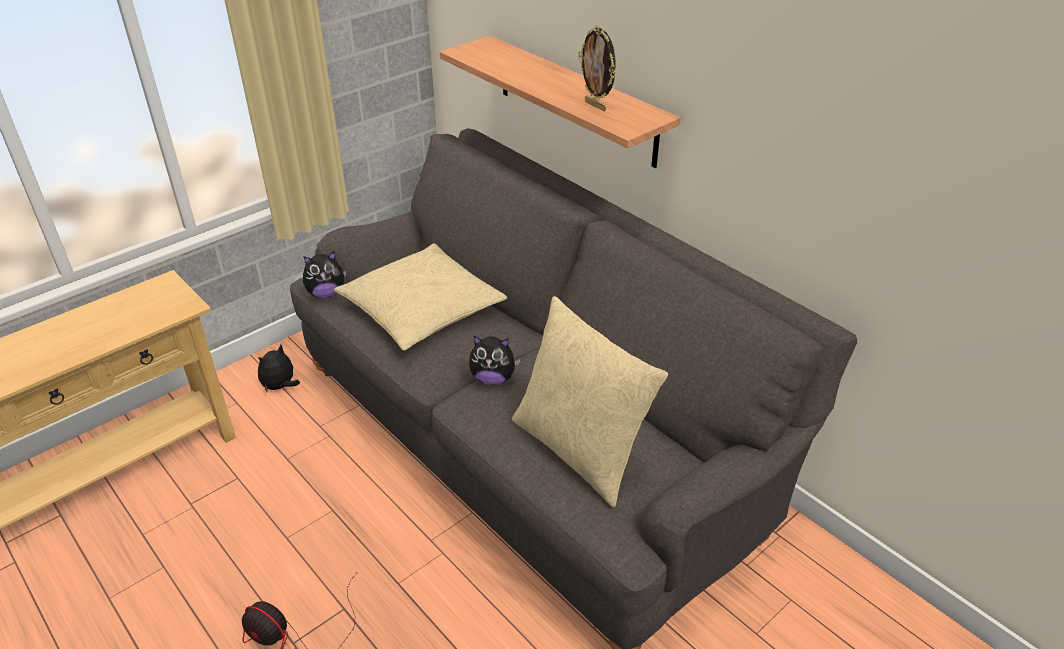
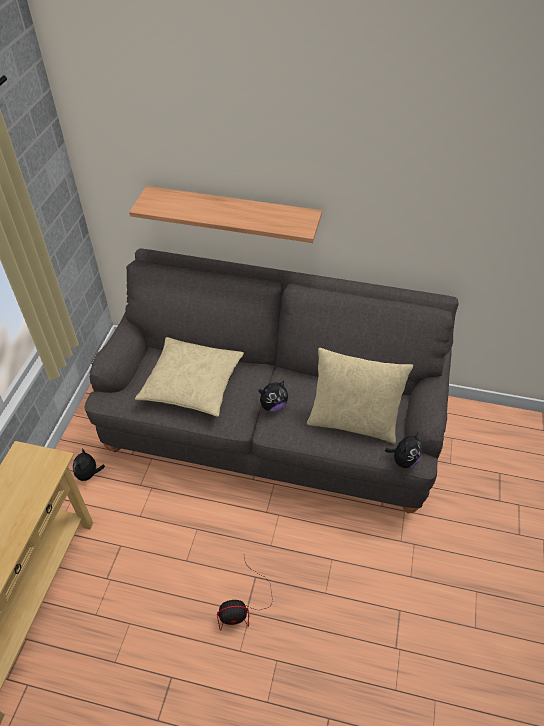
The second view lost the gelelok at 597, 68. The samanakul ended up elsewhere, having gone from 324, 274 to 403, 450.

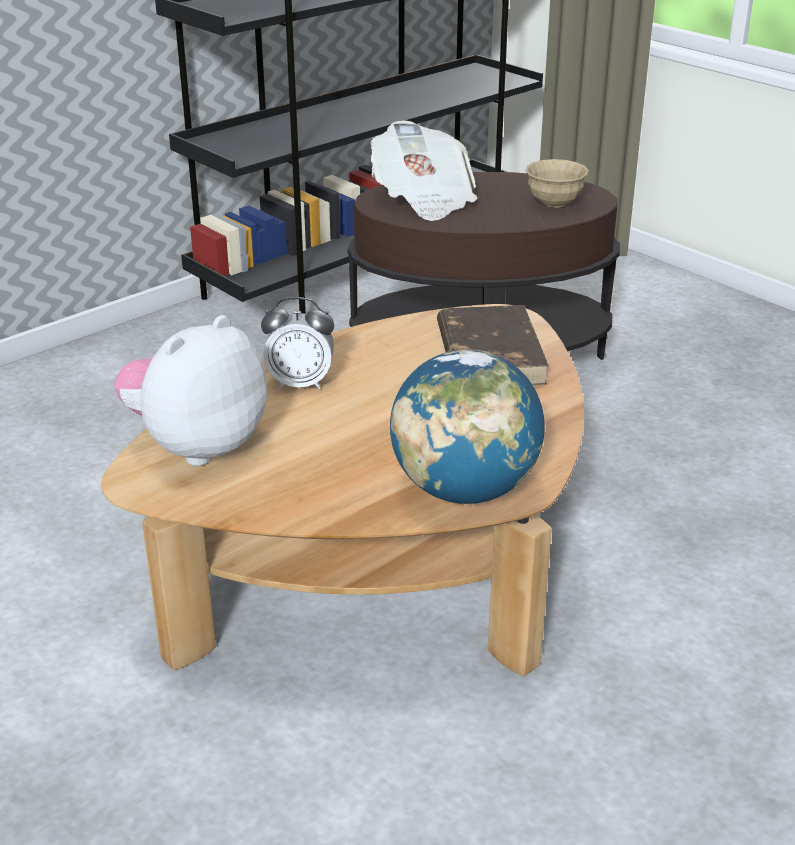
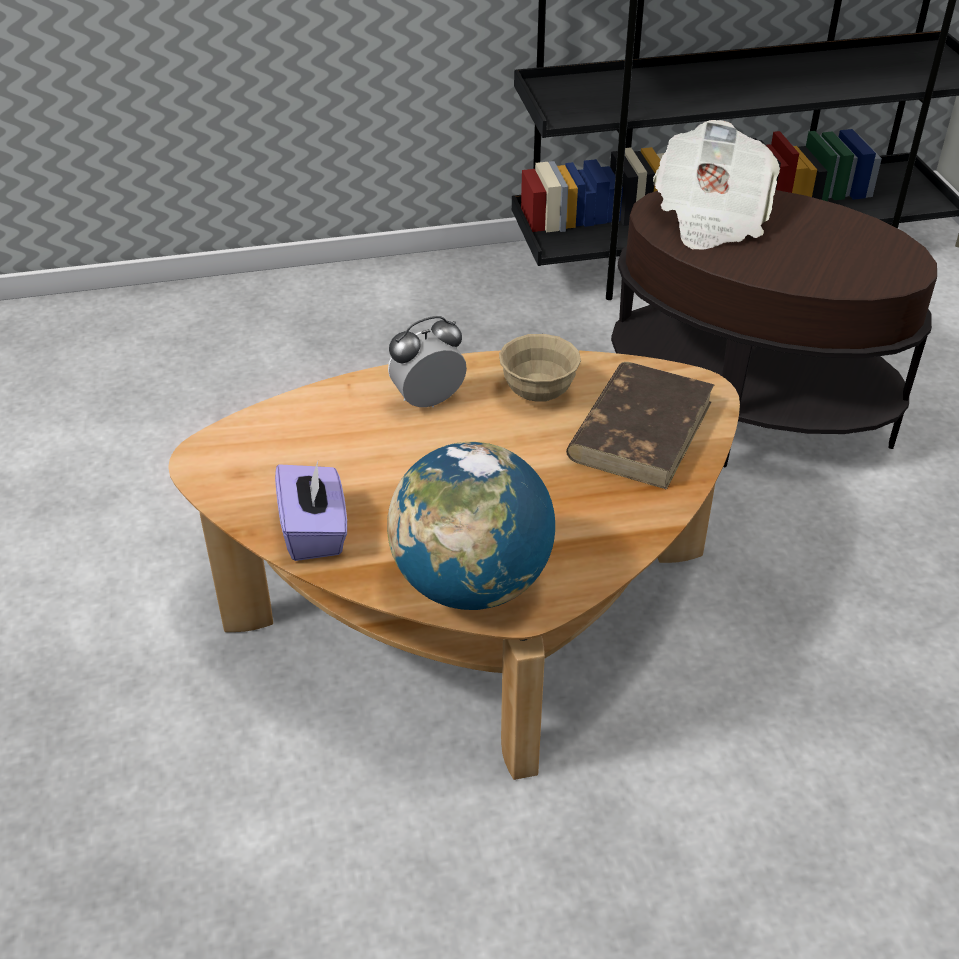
The second view lost the samanakul at 190, 390. The second view gained the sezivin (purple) at 311, 511. The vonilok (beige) ended up elsewhere, having gone from 557, 183 to 540, 368. The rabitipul at 297, 343 ended up facing another way, 120 degrees clockwise from before.

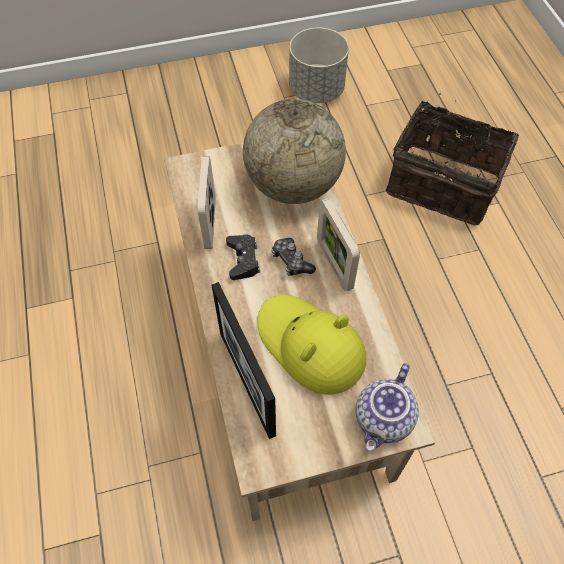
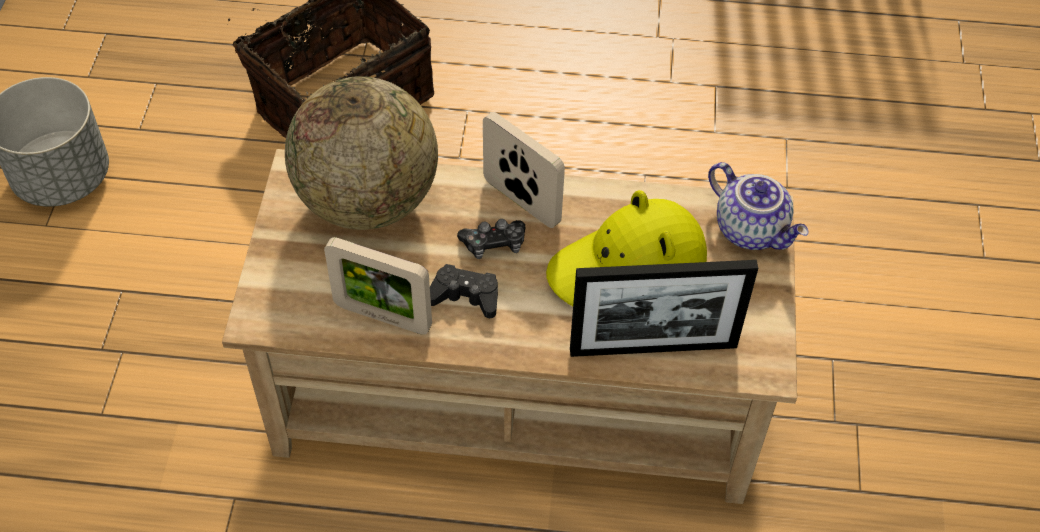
The gelelok at 338, 244 ended up facing another way, 135 degrees counterclockwise from before.

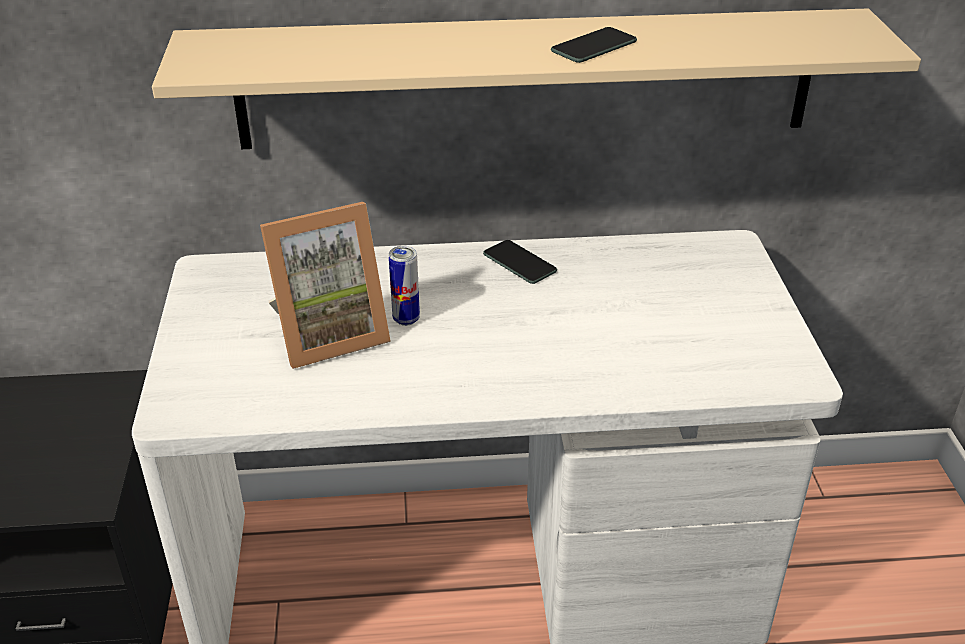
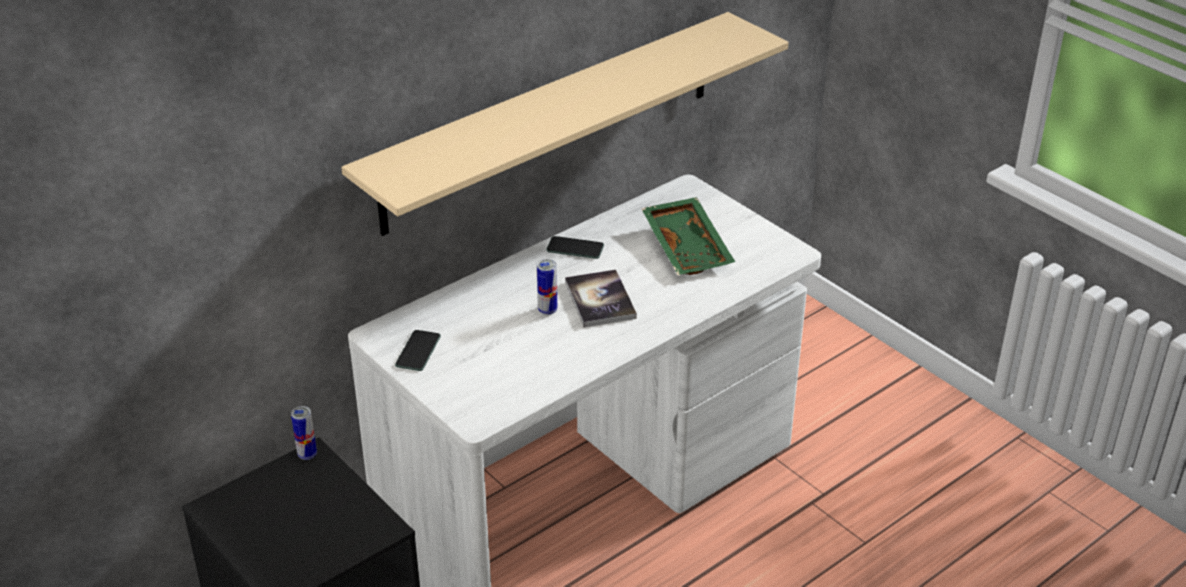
The second view lost the gelelok at 325, 285. The second view gained the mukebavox at 304, 433. The second view gained the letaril at 601, 298. The second view gained the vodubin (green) at 688, 236. The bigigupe ended up elsewhere, having gone from 594, 45 to 418, 350.

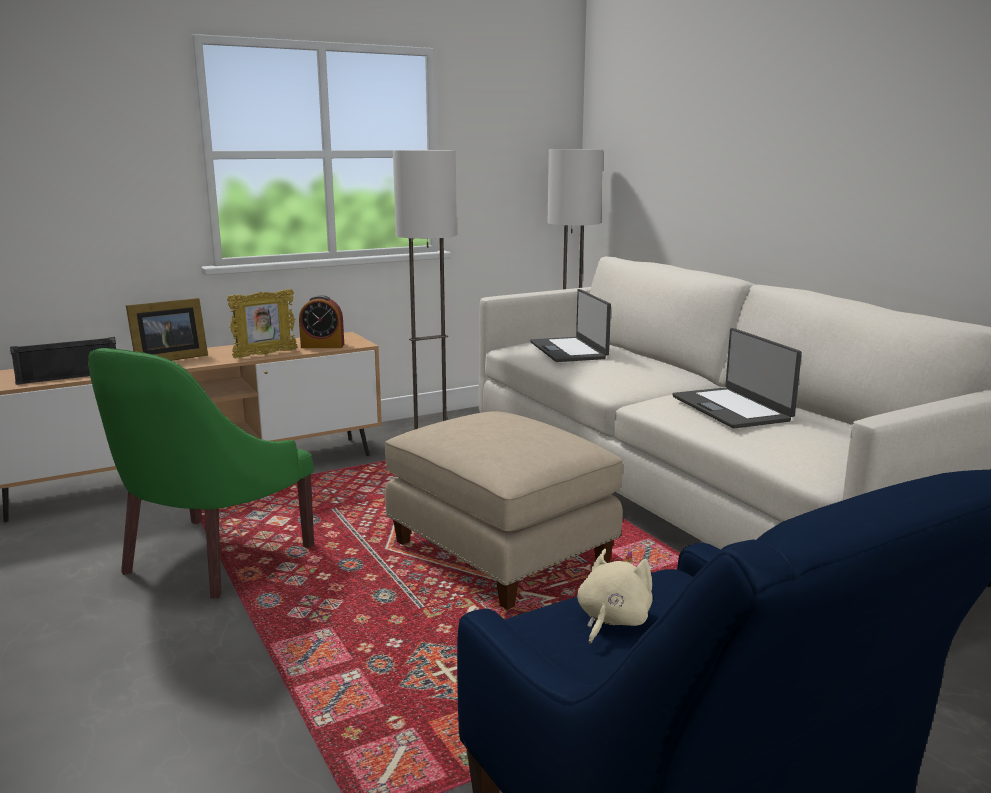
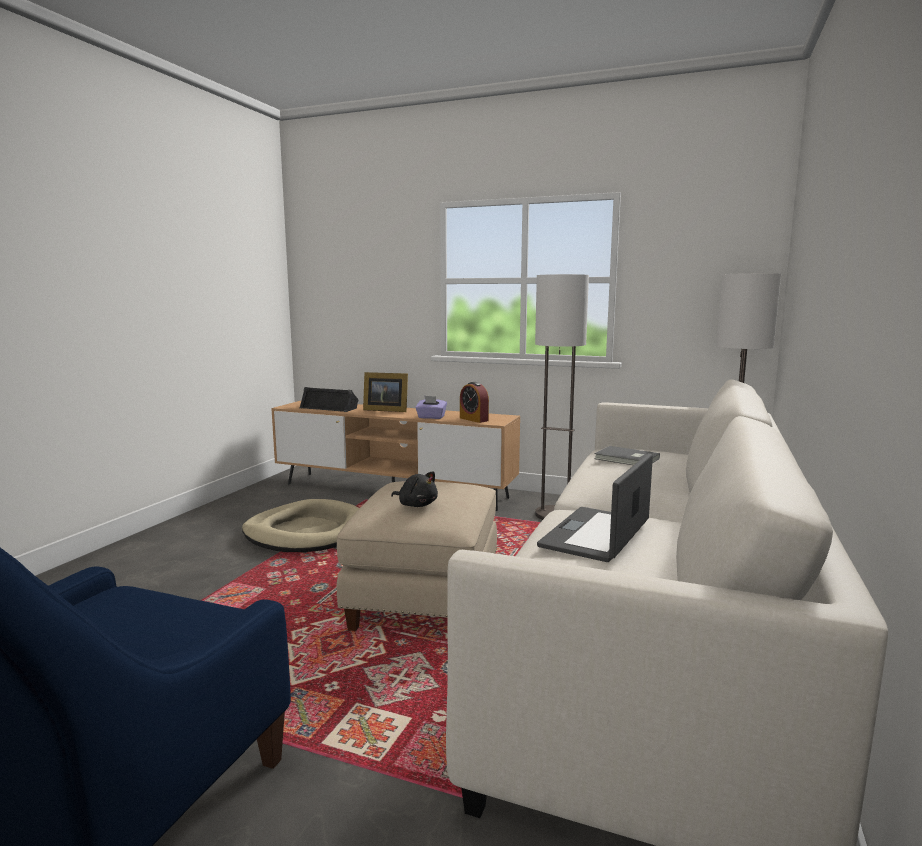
The second view lost the samanakul (beige) at 615, 596. The second view gained the samanakul (black) at 414, 489. Where the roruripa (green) stood at 201, 473, the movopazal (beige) came to stand at 300, 525. Where the gelelok stood at 262, 323, the sezivin (purple) came to stand at 431, 407. Where the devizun stood at 570, 325, the letaril (grey) came to stand at 627, 455.

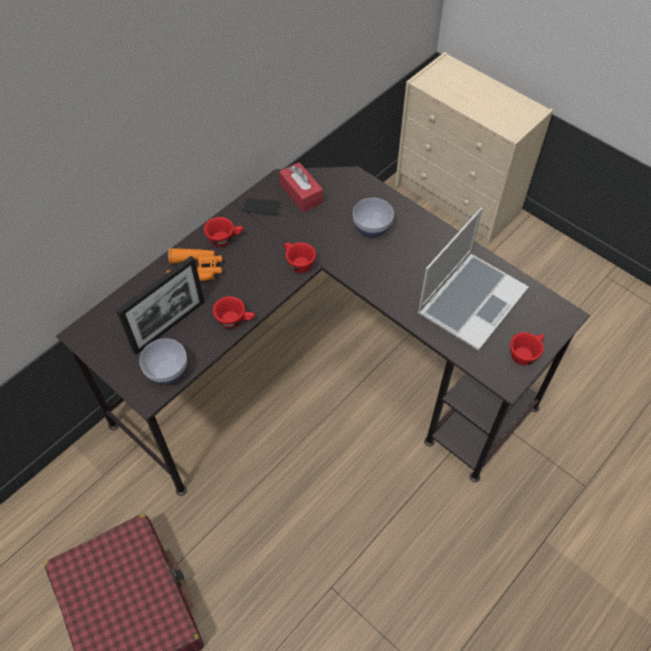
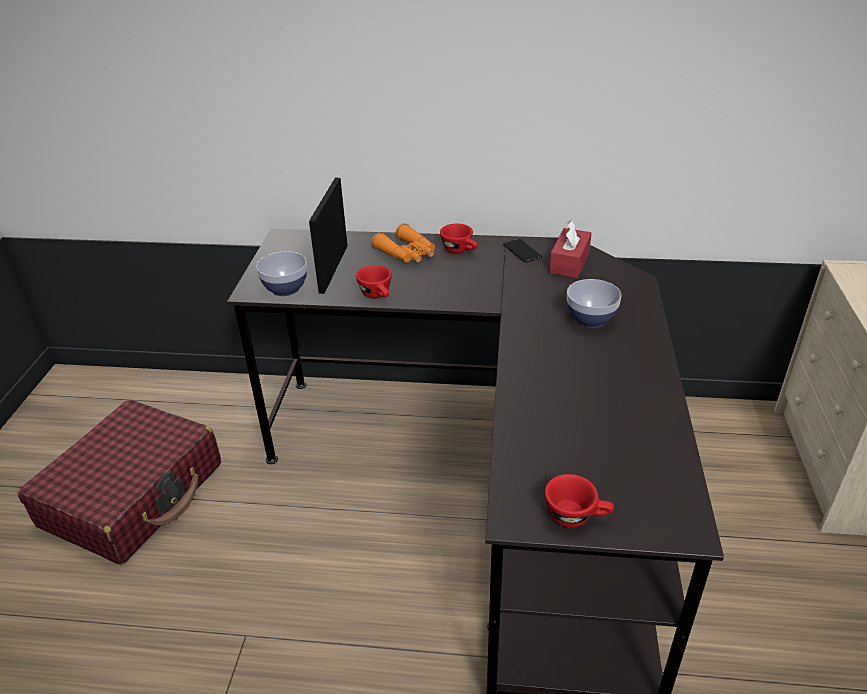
The second view lost the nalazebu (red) at 300, 257. The second view lost the devizun at 473, 279. The gelelok at 160, 305 ended up facing another way, 90 degrees clockwise from before.

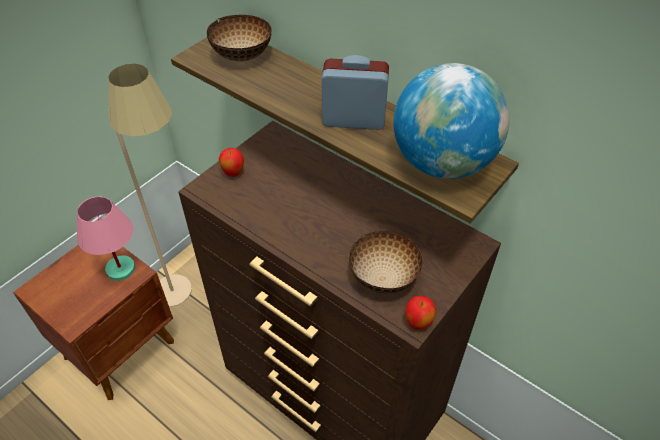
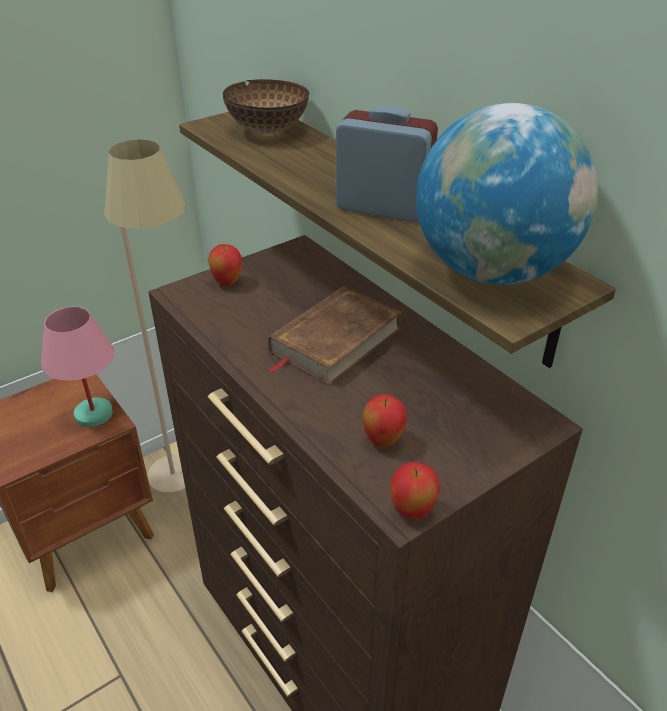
The second view gained the letaril (brown) at 335, 336. Where the vonilok stood at 386, 262, the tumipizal came to stand at 385, 420.

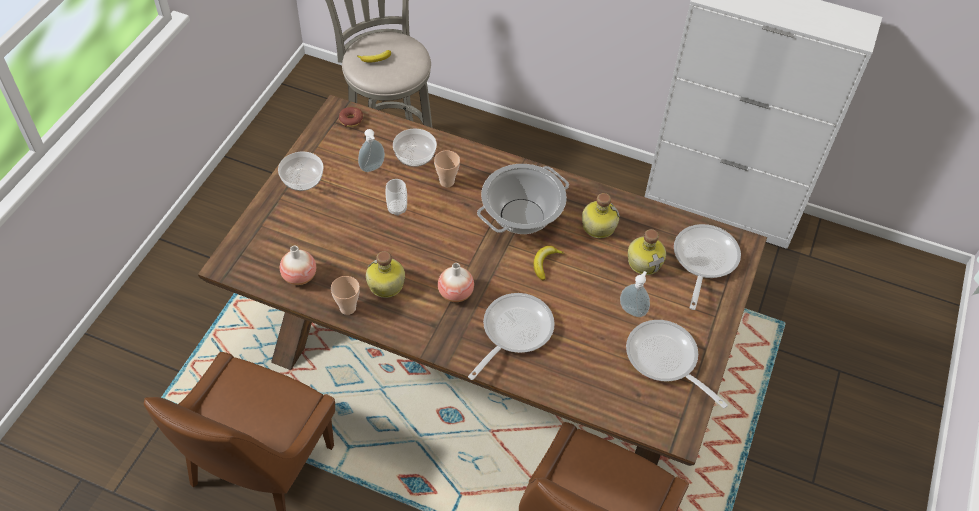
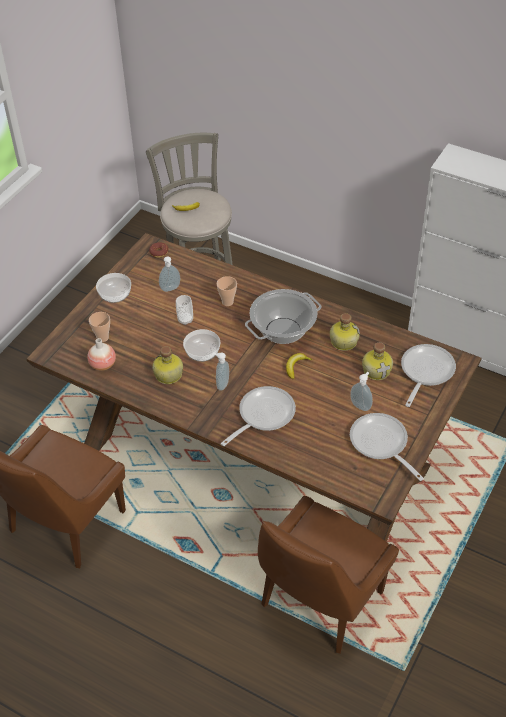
The nalazebu ended up elsewhere, having gone from 345, 295 to 99, 327. The vonilok ended up elsewhere, having gone from 415, 148 to 201, 345. Where the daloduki stood at 456, 282, the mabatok came to stand at 221, 372.

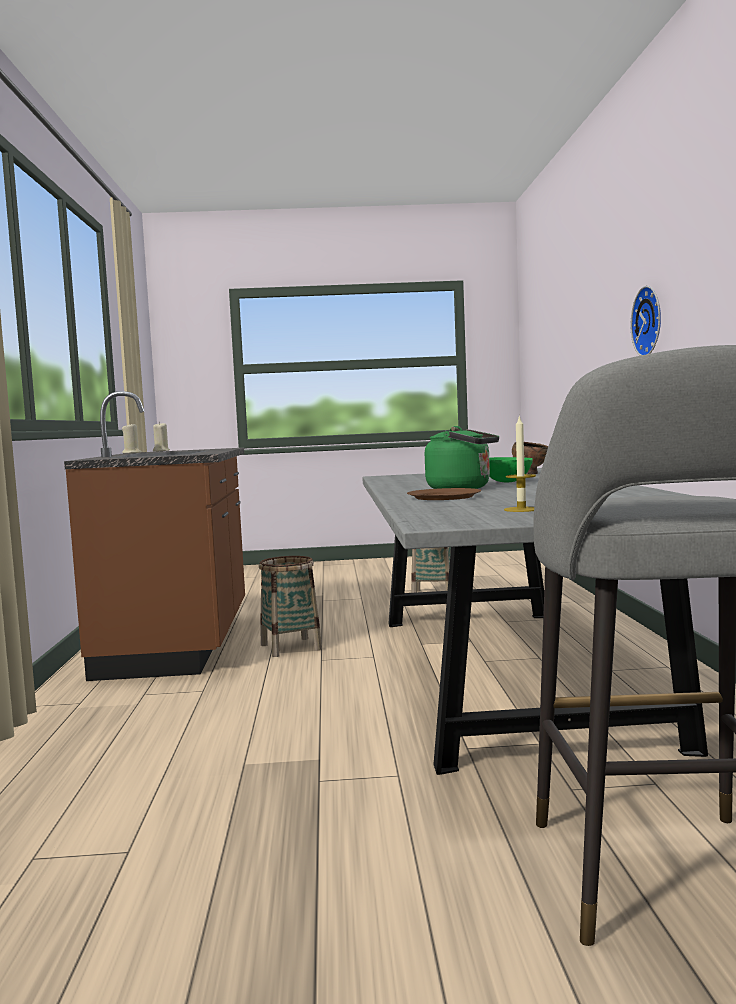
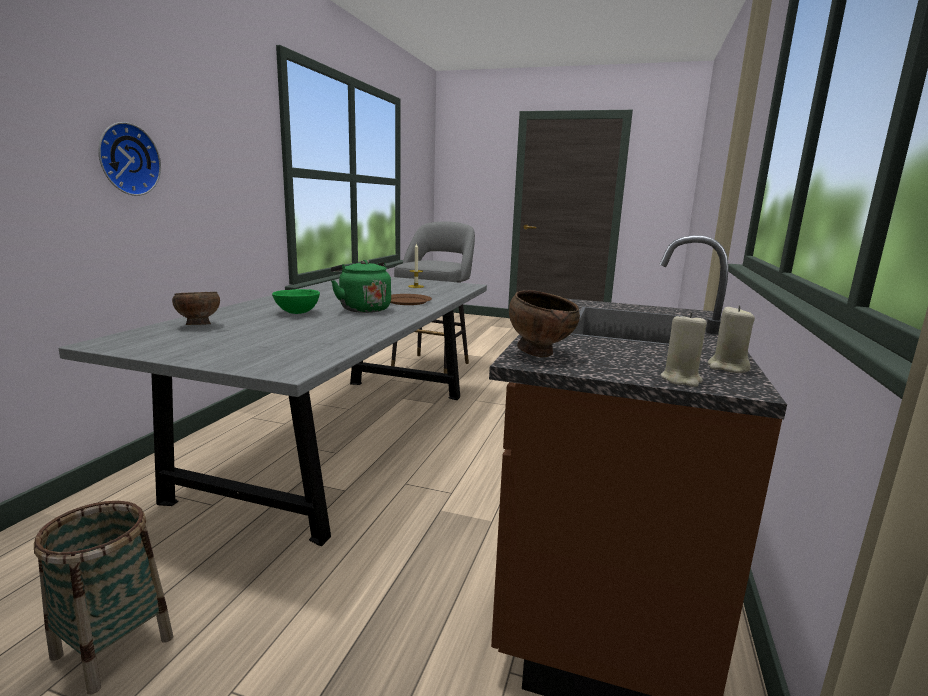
The second view lost the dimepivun at 290, 606. The second view gained the vonilok (brown) at 544, 323.

